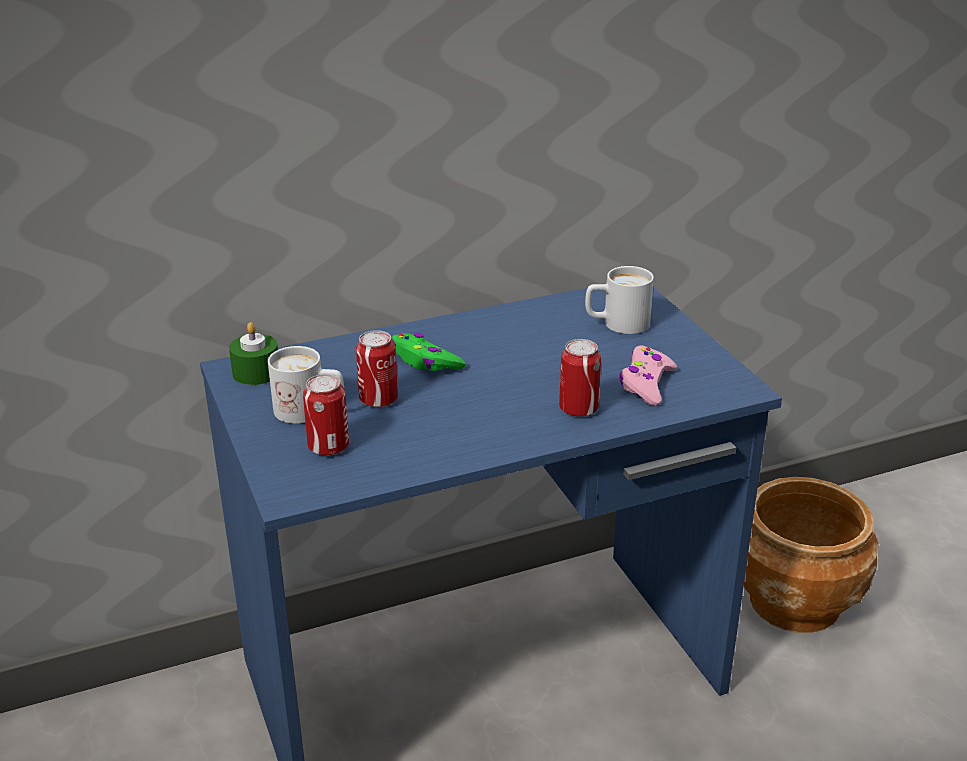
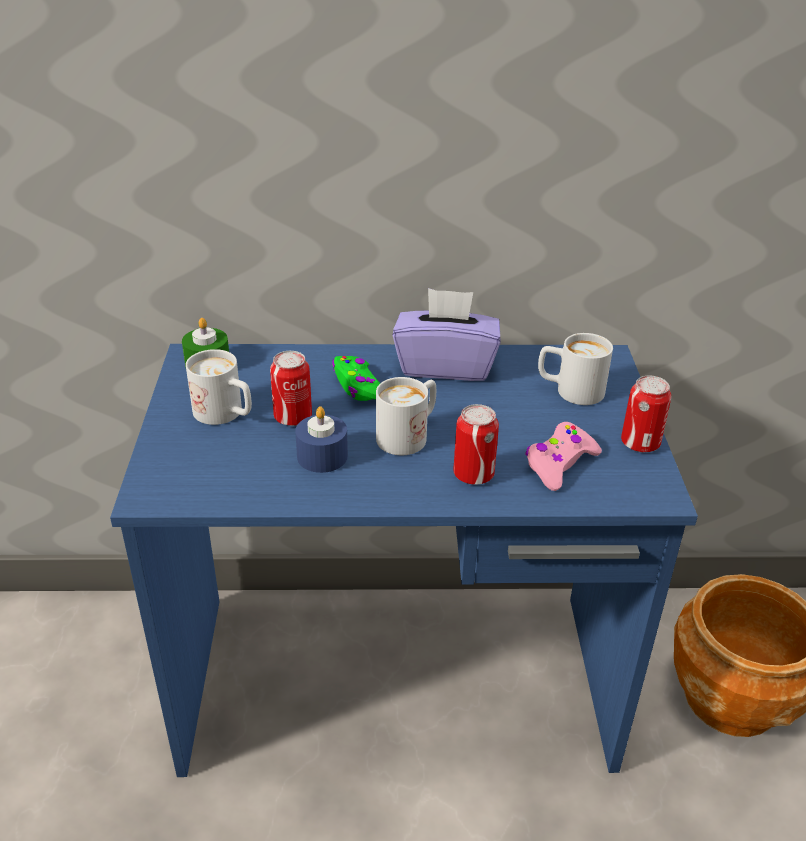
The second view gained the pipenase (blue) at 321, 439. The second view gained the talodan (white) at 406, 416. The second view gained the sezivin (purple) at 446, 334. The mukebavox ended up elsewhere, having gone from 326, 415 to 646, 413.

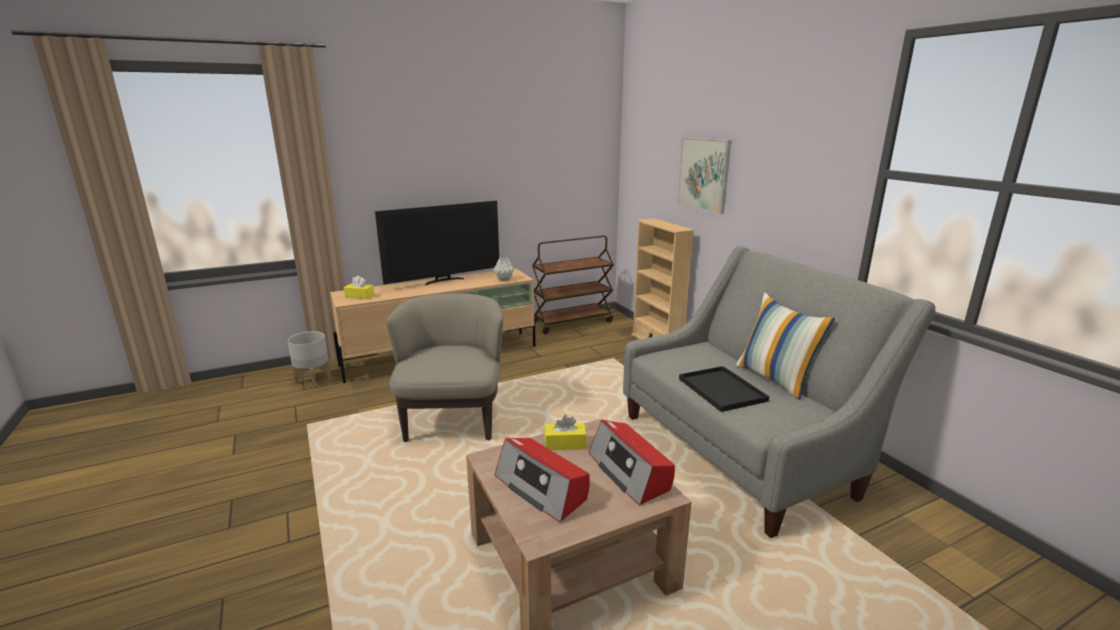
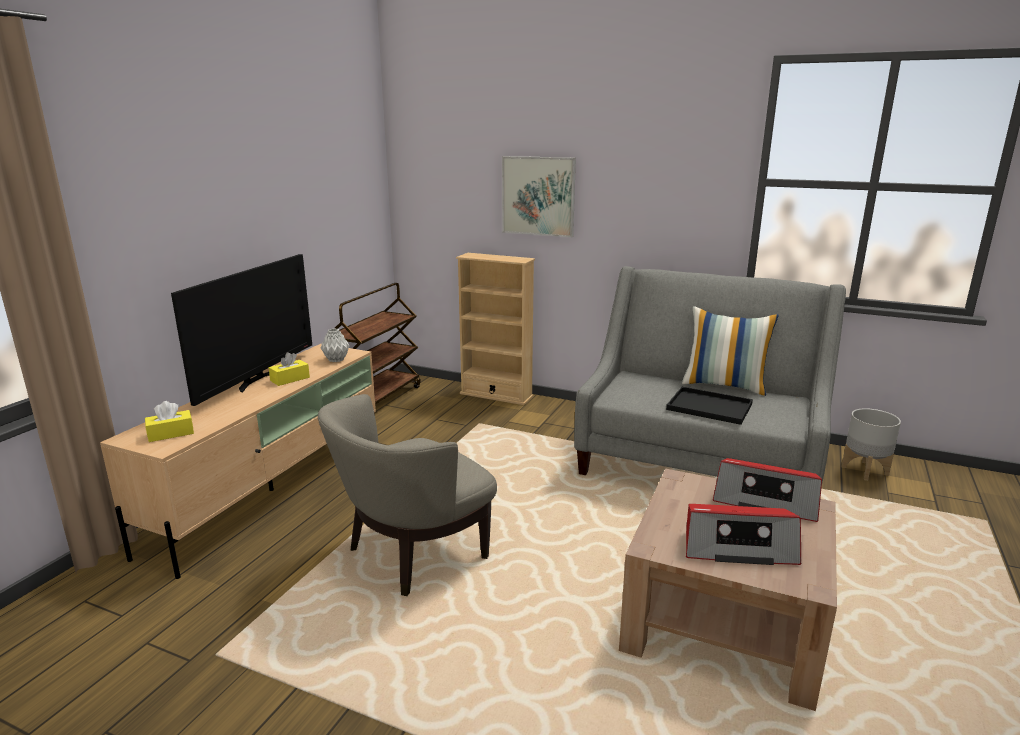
The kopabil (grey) ended up elsewhere, having gone from 309, 359 to 871, 444. The sezivin (yellow) ended up elsewhere, having gone from 566, 432 to 289, 369. The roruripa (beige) at 444, 367 ended up facing another way, 90 degrees counterclockwise from before.

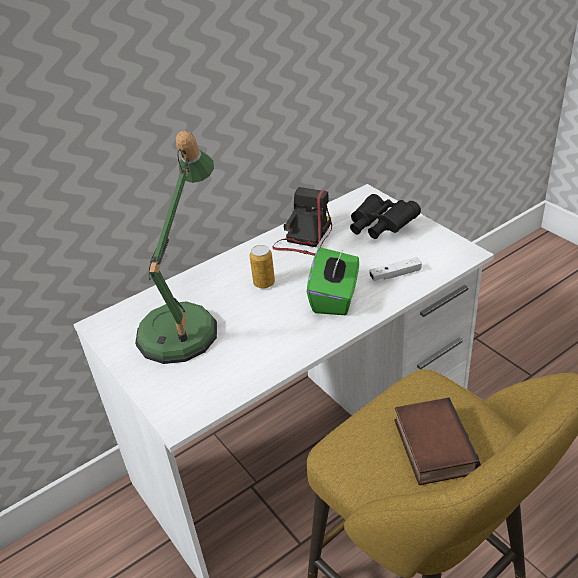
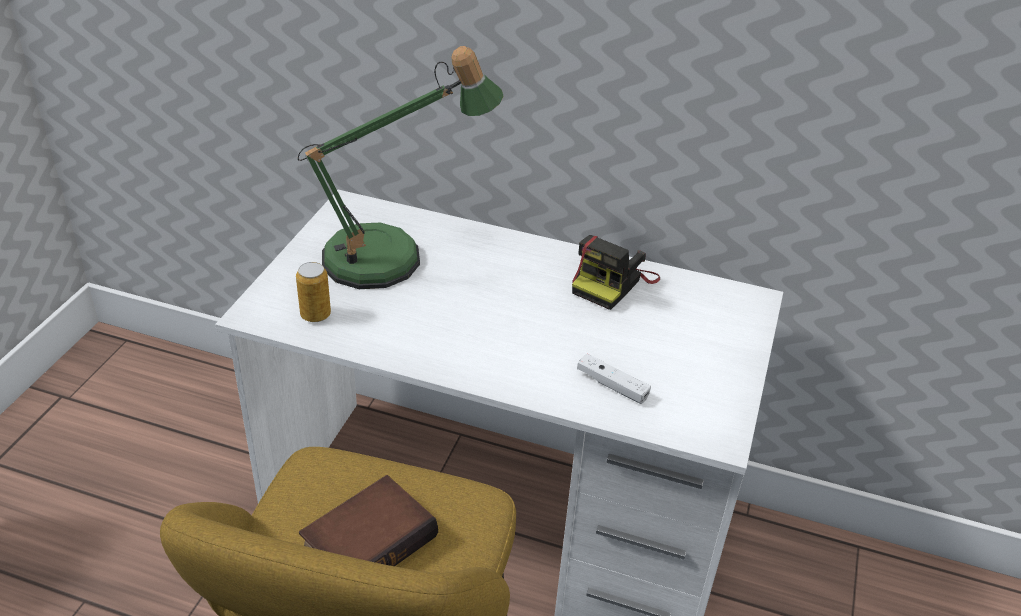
The second view lost the sezivin (green) at 333, 281. The second view lost the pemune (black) at 385, 216. The mukebavox ended up elsewhere, having gone from 262, 267 to 313, 292. The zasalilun at 302, 221 ended up facing another way, 135 degrees clockwise from before.

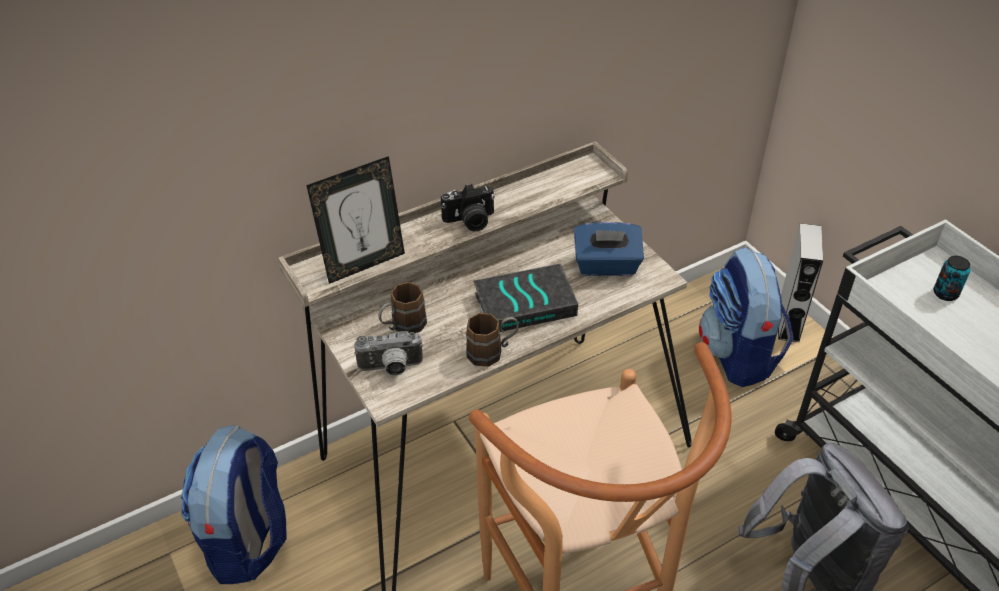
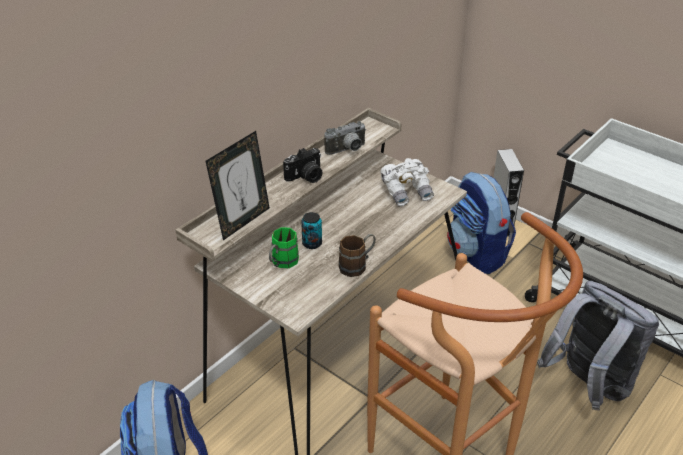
The second view lost the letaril at 525, 297. The zasalilun ended up elsewhere, having gone from 388, 353 to 345, 138. The mukebavox ended up elsewhere, having gone from 952, 278 to 311, 230. Where the sezivin (blue) stood at 609, 249, the pemune (white) came to stand at 407, 182. What was the talodan (brown) at 403, 307 turned into the talodan (green) at 284, 247.

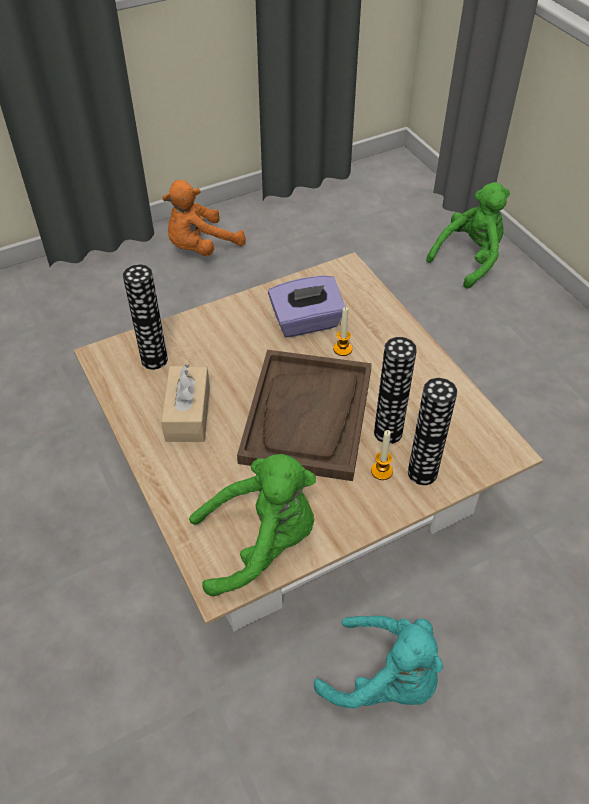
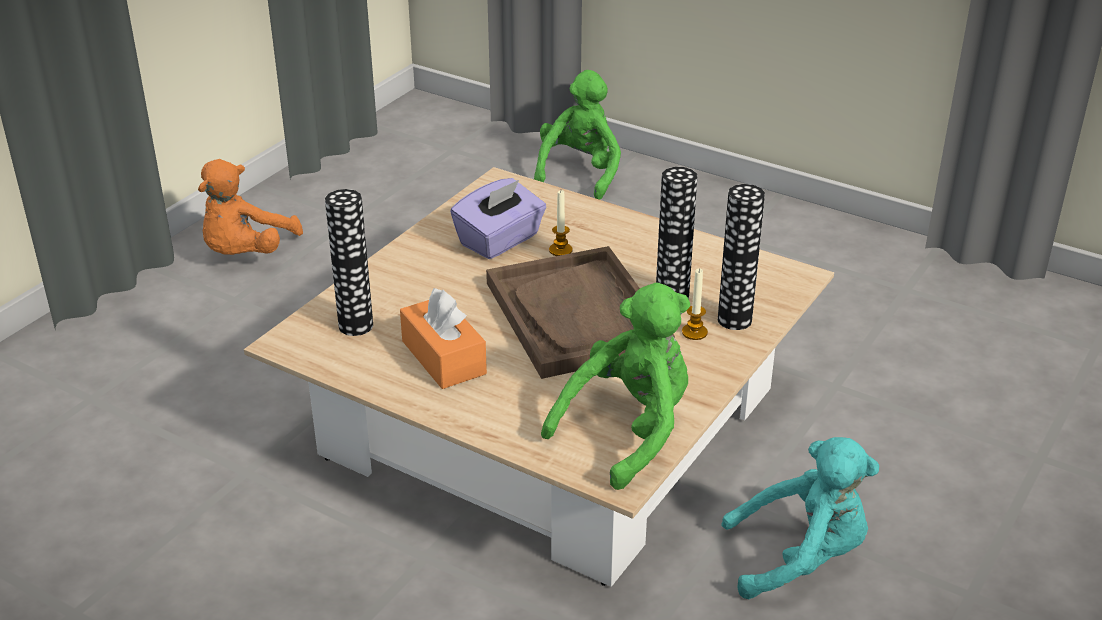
What was the sezivin (beige) at 185, 403 turned into the sezivin (orange) at 443, 338.

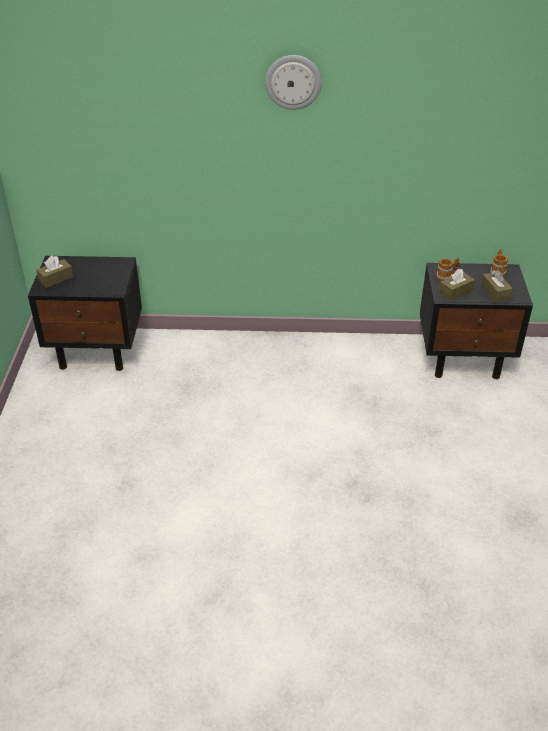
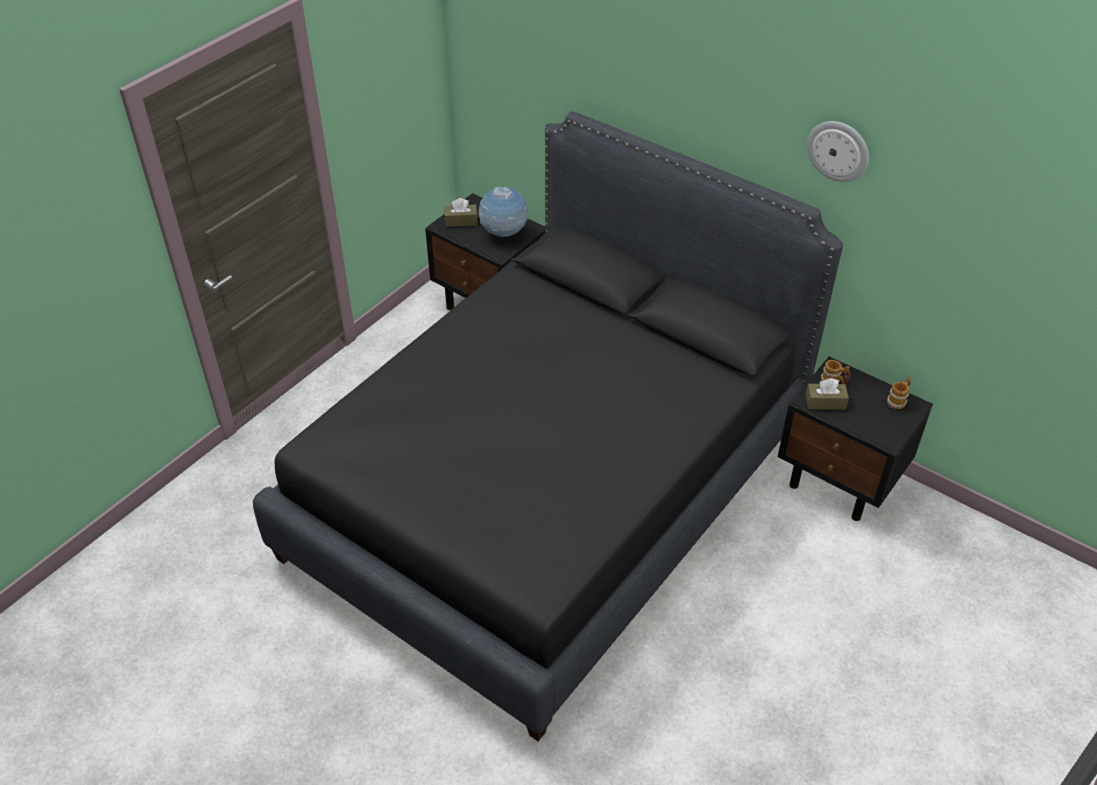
The second view lost the sezivin (brown) at 497, 286. The second view gained the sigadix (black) at 548, 426. The second view gained the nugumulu at 503, 212. The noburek ended up elsewhere, having gone from 293, 82 to 838, 151.

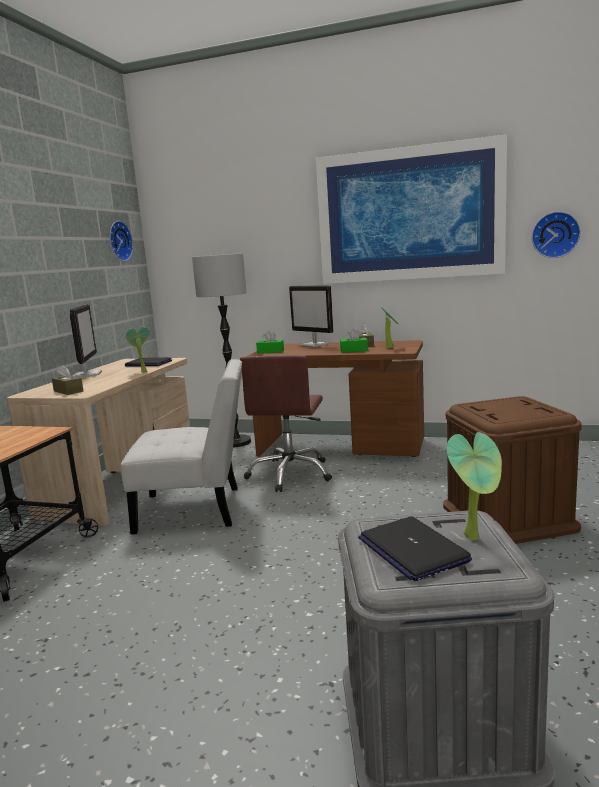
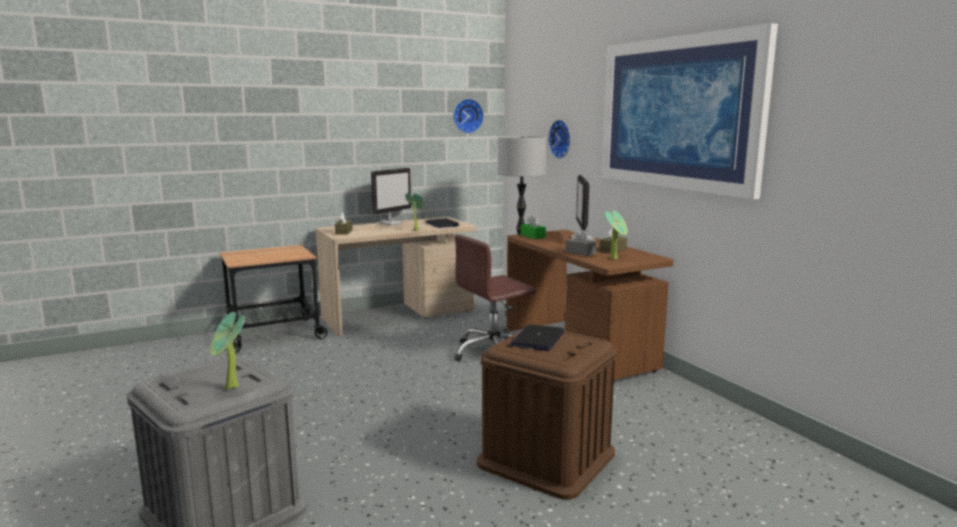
The second view lost the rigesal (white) at 181, 446. The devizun ended up elsewhere, having gone from 415, 549 to 537, 338. The noburek ended up elsewhere, having gone from 556, 235 to 559, 139. What was the sezivin (green) at 354, 341 turned into the sezivin (grey) at 581, 243.

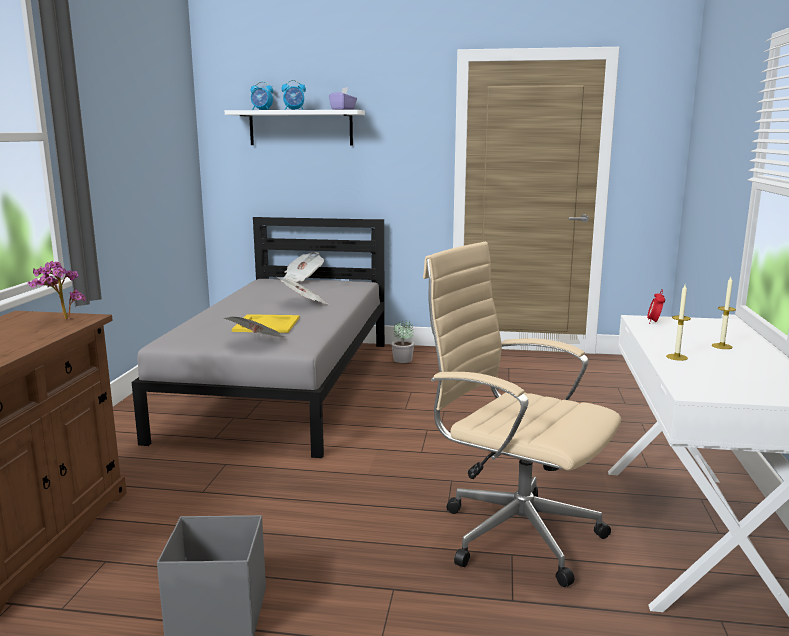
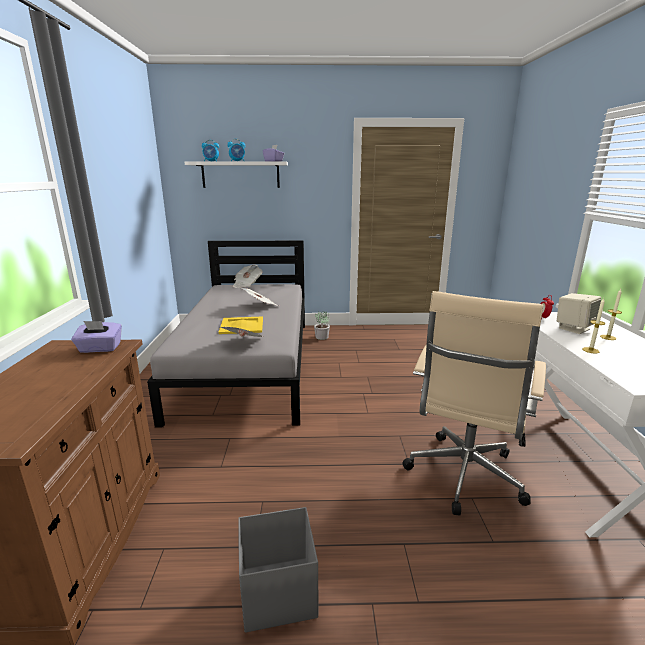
The second view gained the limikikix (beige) at 579, 313. Where the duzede stood at 57, 290, the sezivin (purple) came to stand at 96, 337. The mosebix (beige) at 522, 414 ended up facing another way, 90 degrees counterclockwise from before.

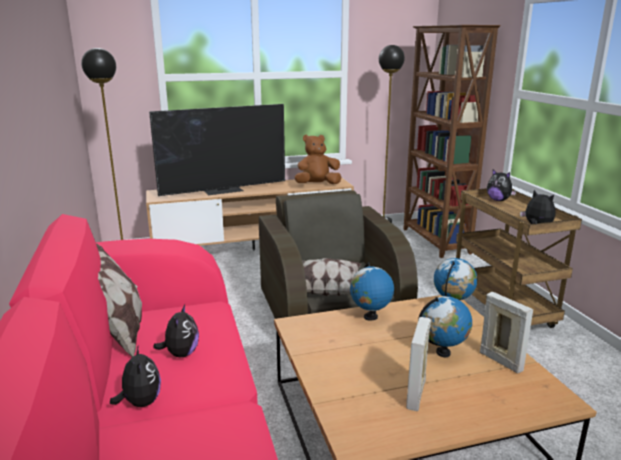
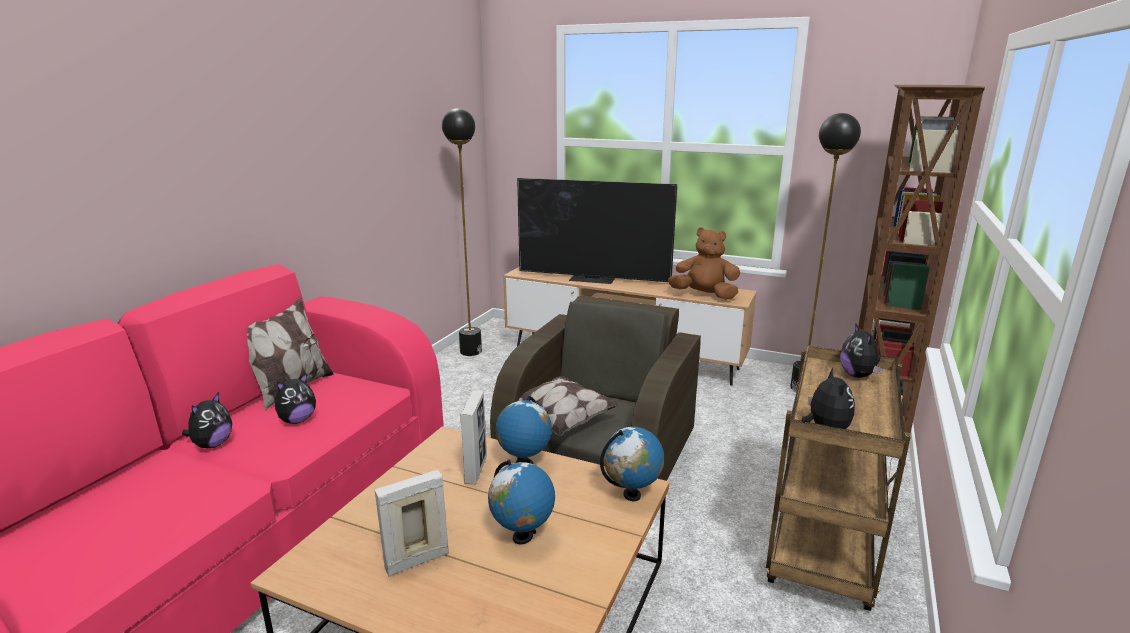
The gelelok ended up elsewhere, having gone from 506, 333 to 473, 437.

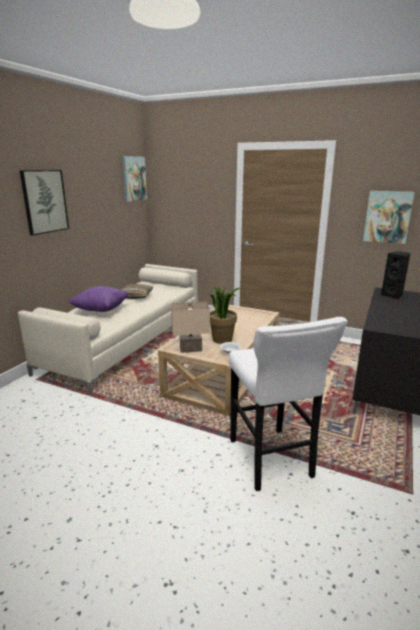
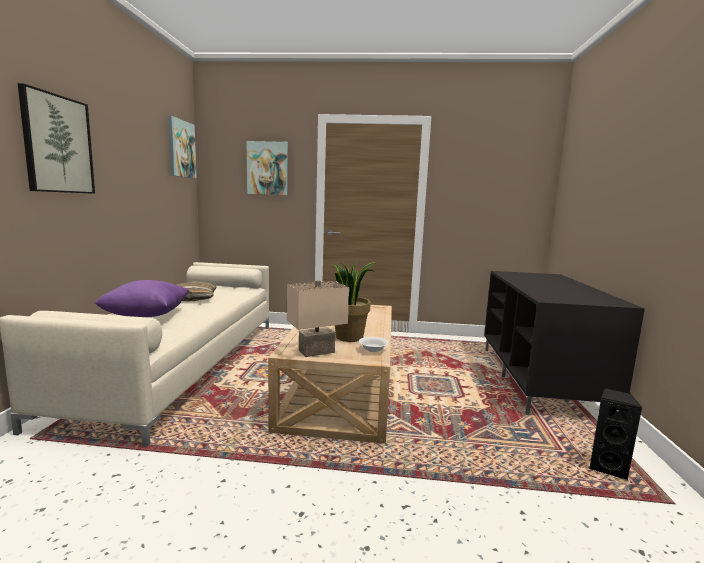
The second view lost the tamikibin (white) at 288, 404. The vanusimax ended up elsewhere, having gone from 389, 217 to 267, 168. The limikikix (black) ended up elsewhere, having gone from 395, 275 to 616, 434.

